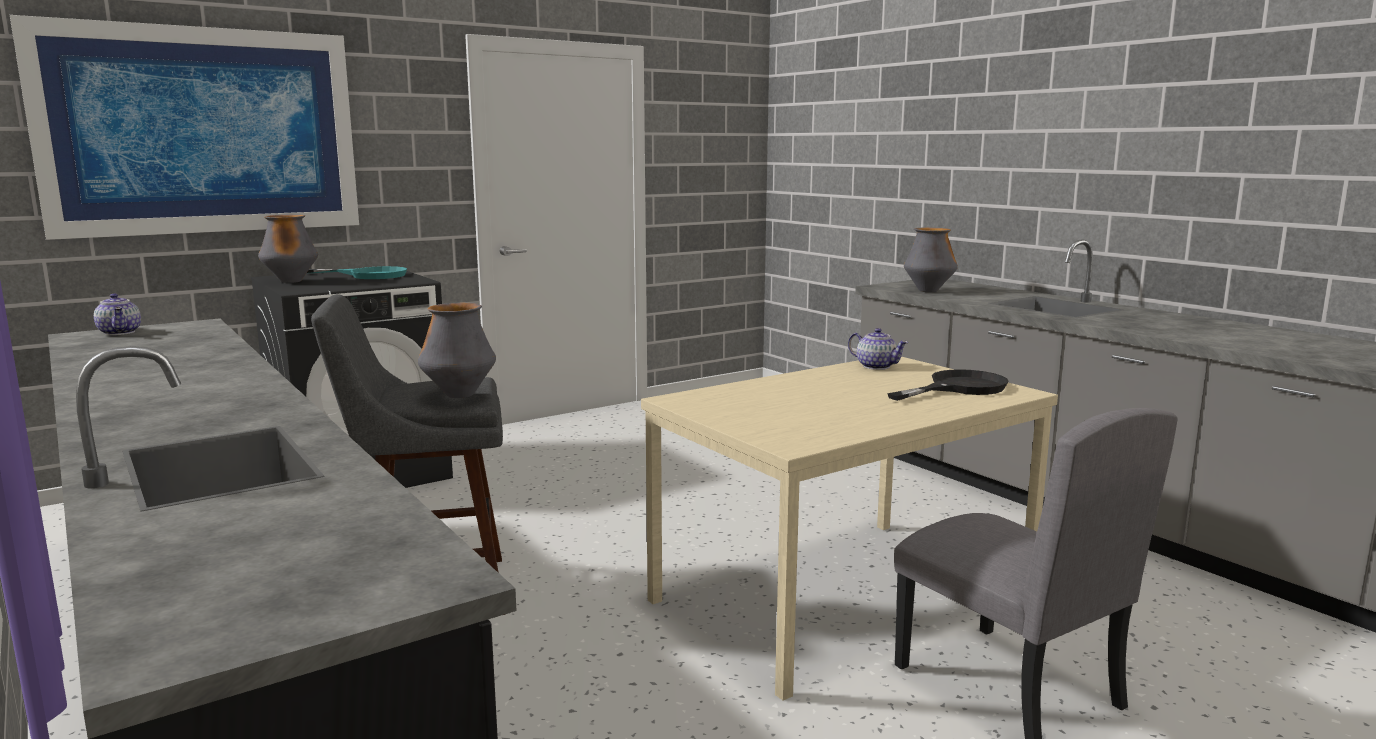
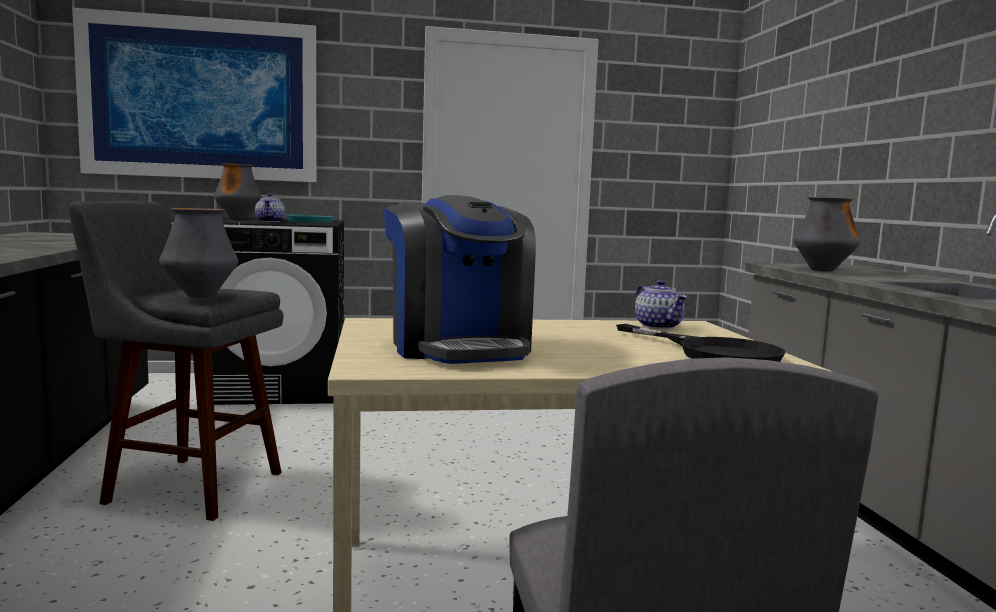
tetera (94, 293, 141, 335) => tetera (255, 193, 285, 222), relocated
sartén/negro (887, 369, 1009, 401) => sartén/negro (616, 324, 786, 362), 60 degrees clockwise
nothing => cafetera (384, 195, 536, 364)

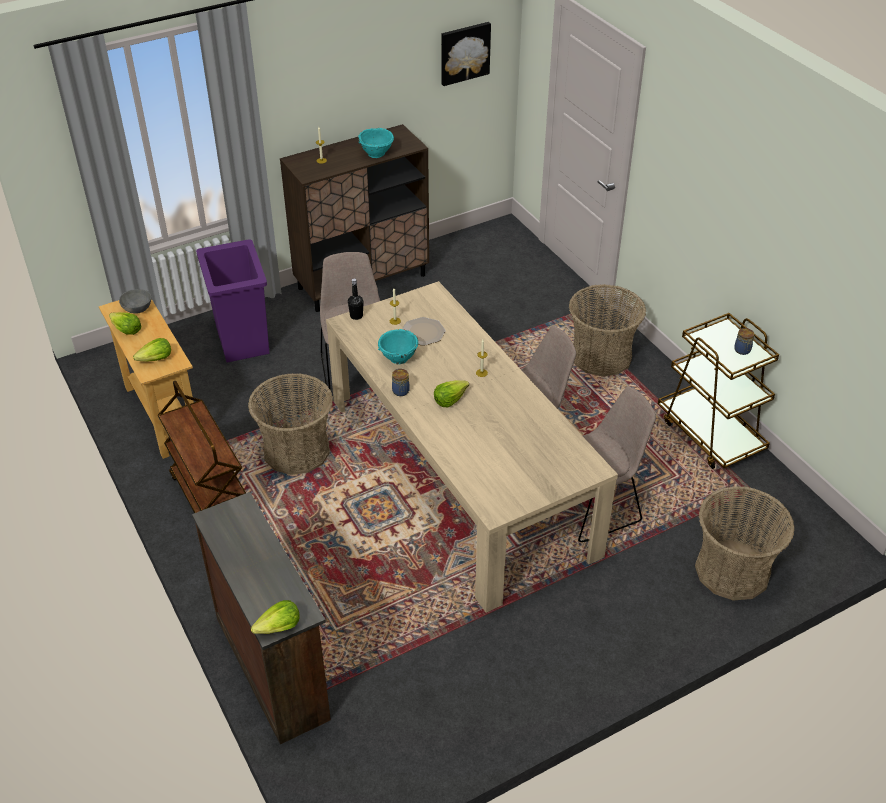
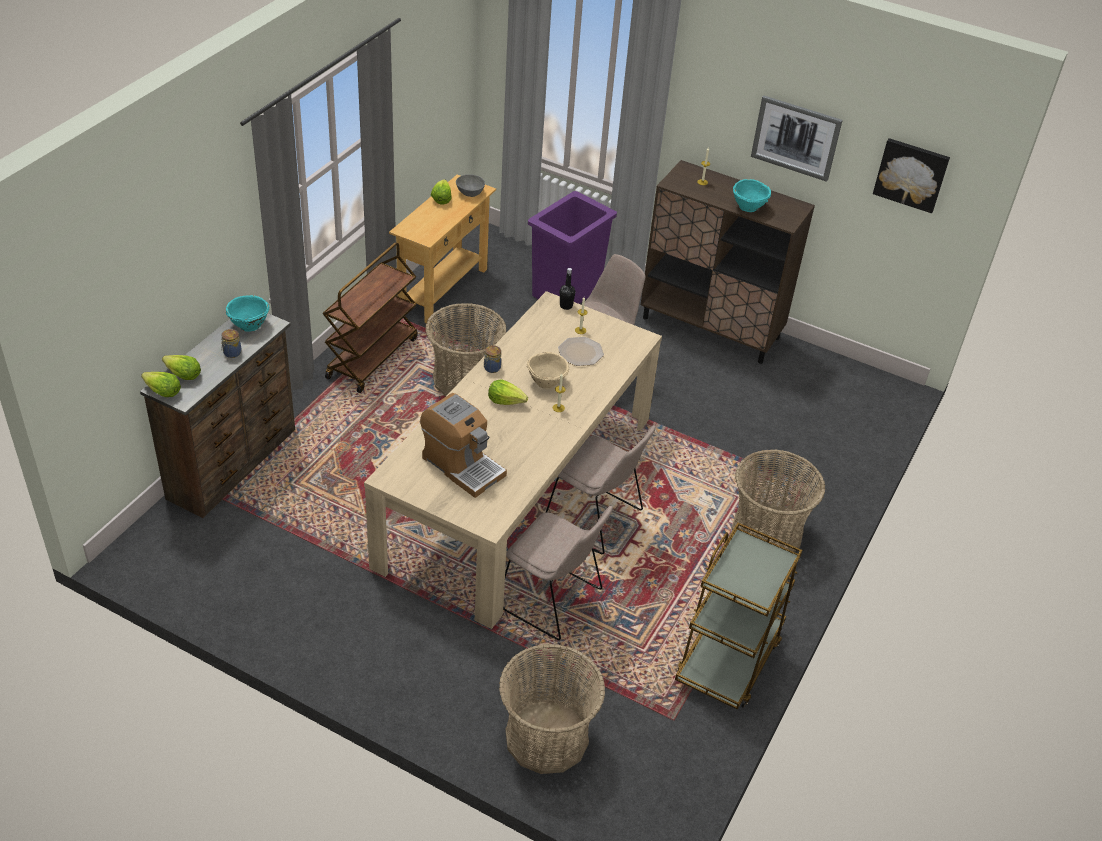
lechuga (133, 338, 171, 362) => lechuga (162, 355, 201, 380), relocated
cuenco/turquesa (378, 329, 419, 364) => cuenco/turquesa (226, 295, 269, 332), relocated
tarro (734, 328, 754, 355) => tarro (221, 329, 242, 358), relocated
nothing => cafetera (420, 393, 507, 498)
nothing => cuenco/beis (527, 352, 569, 389)
nothing => cuadro (751, 95, 843, 182)

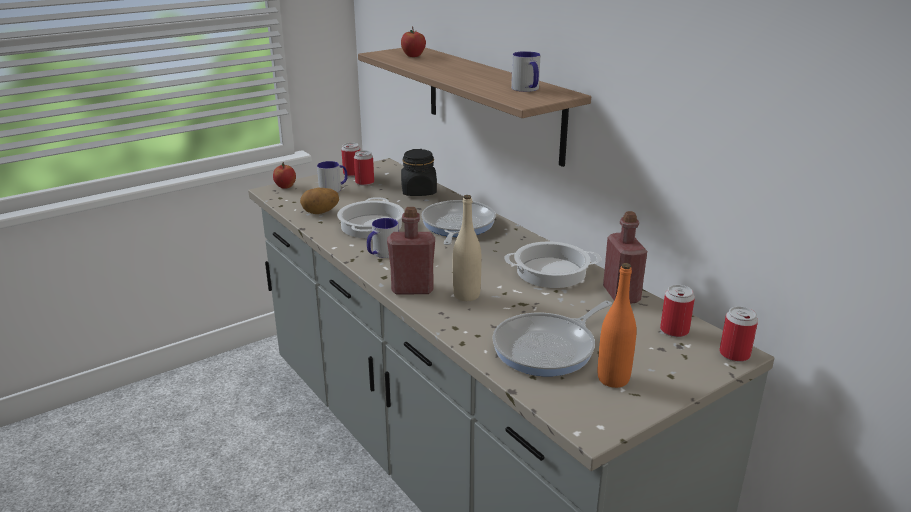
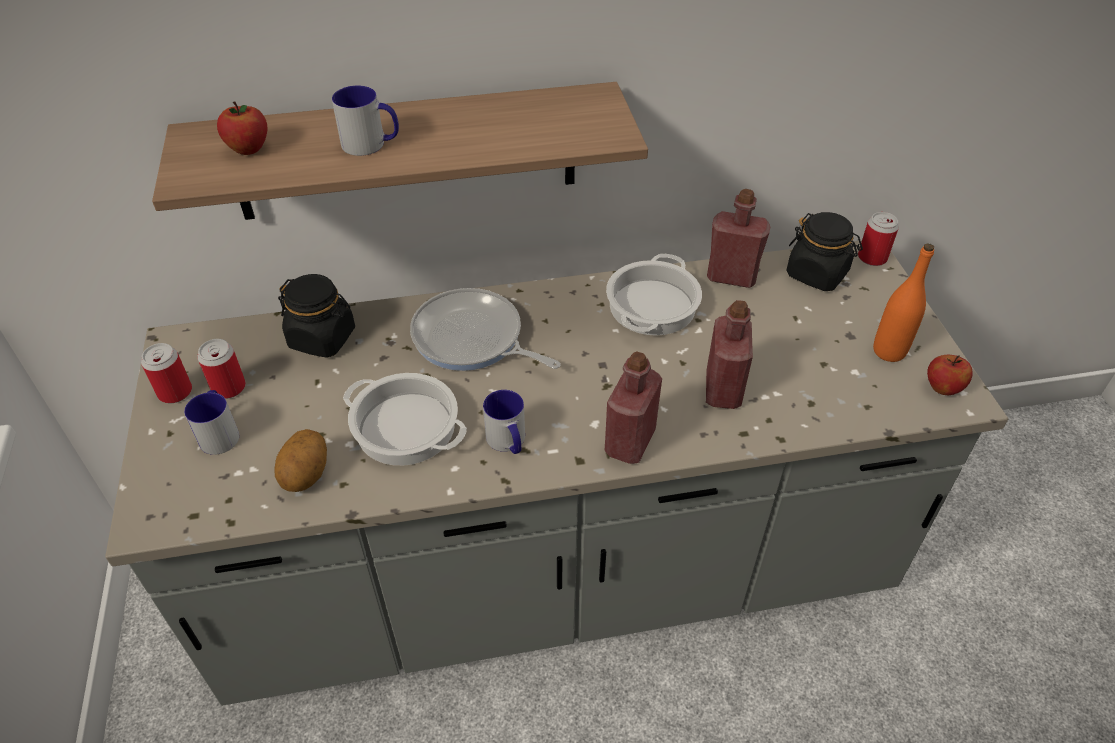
manzana (273, 162, 296, 189) => manzana (927, 355, 973, 395), relocated
botella/beis (453, 195, 482, 301) => nothing
sartén (492, 301, 612, 376) => nothing
taza grande (511, 51, 540, 92) => taza grande (332, 85, 399, 156), relocated
lata (660, 285, 695, 337) => tarro/negro (787, 212, 863, 291)
nothing => botella/rojo (706, 300, 753, 409)

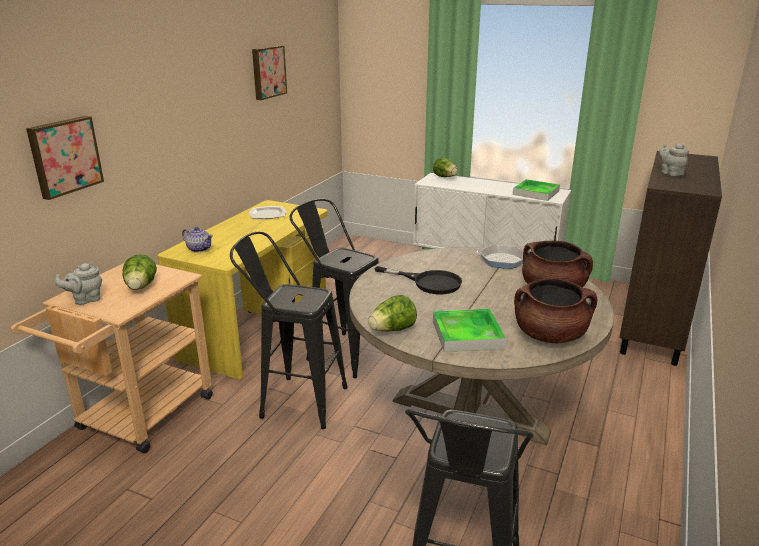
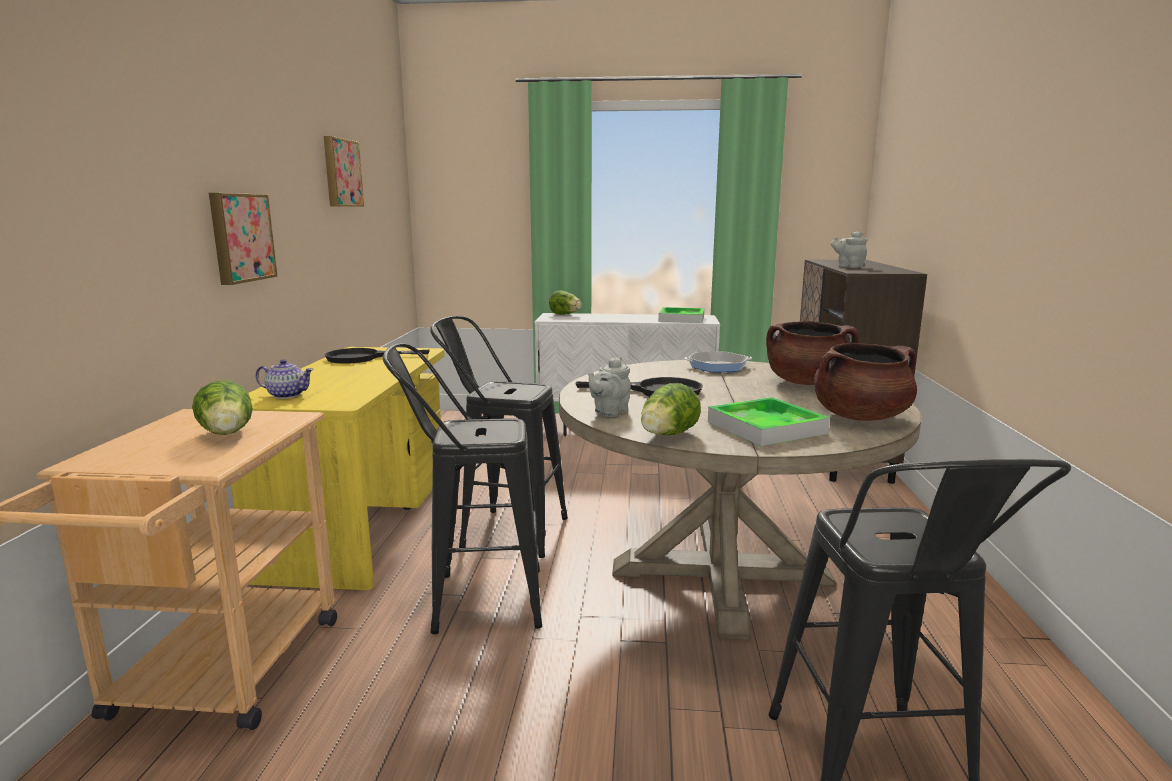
cuadro (26, 116, 104, 200) => cuadro (209, 193, 278, 285), relocated
tetera/gris (55, 263, 102, 305) => tetera/gris (588, 357, 631, 417), relocated
plato (249, 206, 286, 219) => sartén/negro (325, 348, 430, 364)

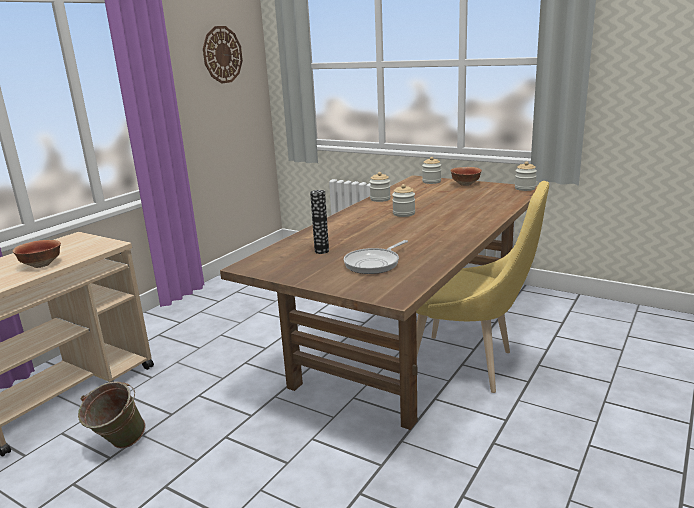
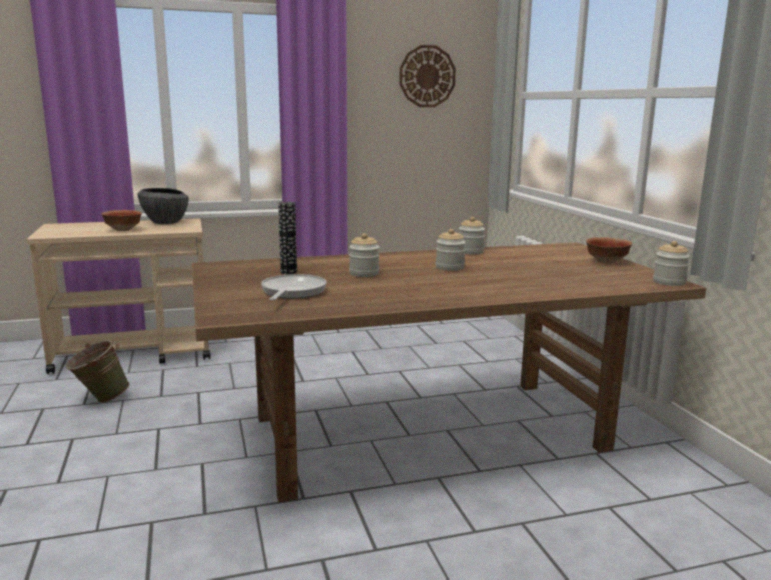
sartén (344, 240, 408, 274) => sartén (261, 274, 327, 300), 105 degrees clockwise
silla/amarillo (416, 181, 549, 393) => nothing
tarro (422, 157, 441, 184) => tarro (349, 233, 380, 277), relocated
nothing => cuenco (137, 188, 189, 224)

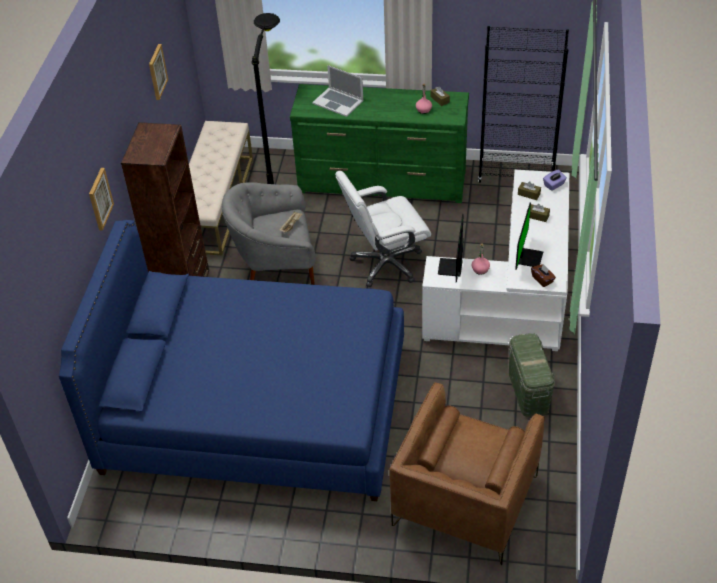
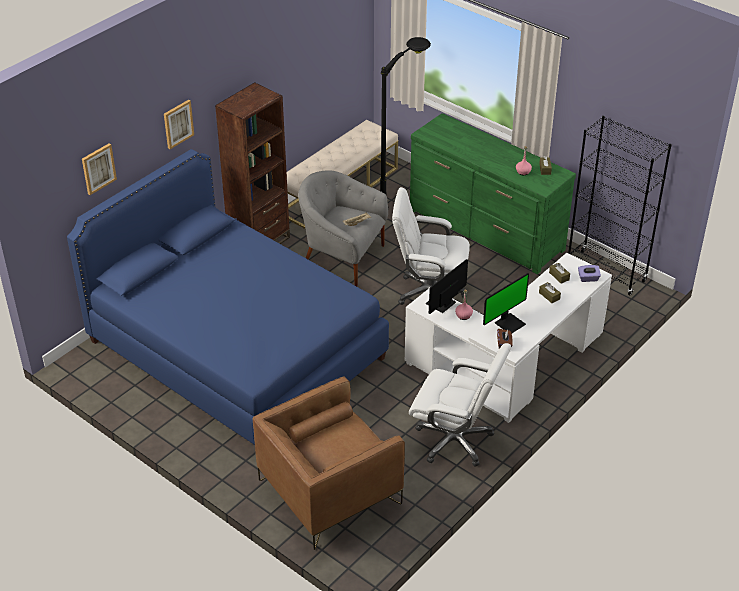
cuadro (149, 44, 168, 100) => cuadro (82, 143, 117, 195), relocated
portátil (312, 65, 363, 117) => nothing
caja de almacenaje/verde (509, 333, 555, 417) => silla de oficina/blanco (409, 343, 511, 466)

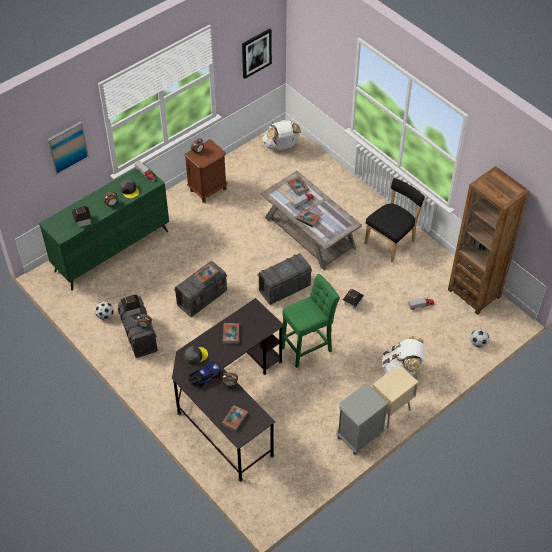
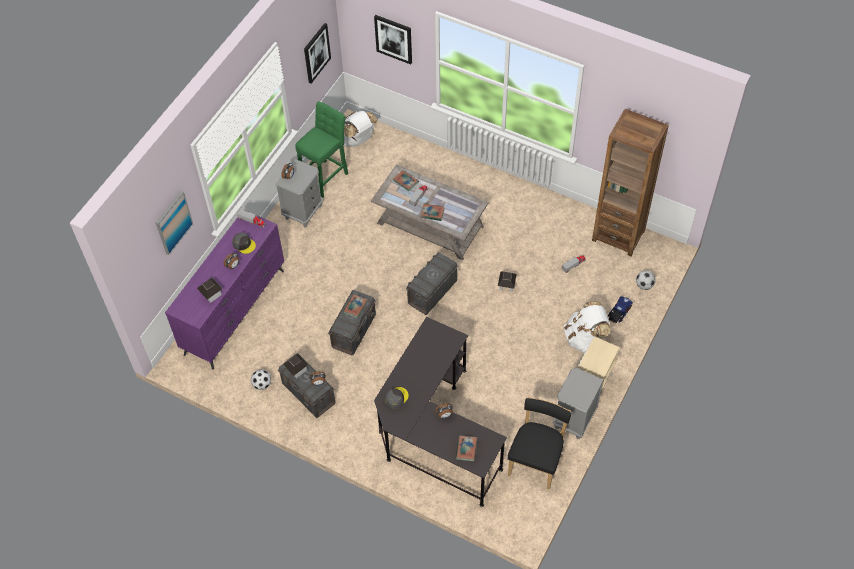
cómoda/verde (39, 163, 169, 291) => cómoda/morado (165, 210, 284, 370)
mesita de noche/marrón (184, 139, 227, 203) => mesita de noche/gris (276, 159, 323, 228)
camión de juguete (189, 361, 221, 387) => camión de juguete (608, 296, 633, 323), relocated
libro (223, 323, 240, 344) => nothing
taburete/verde (282, 274, 340, 368) => taburete/verde (295, 101, 348, 198), relocated
silla/negro (365, 178, 425, 262) => silla/negro (508, 397, 571, 490), relocated
nothing => cuadro (374, 15, 412, 64)

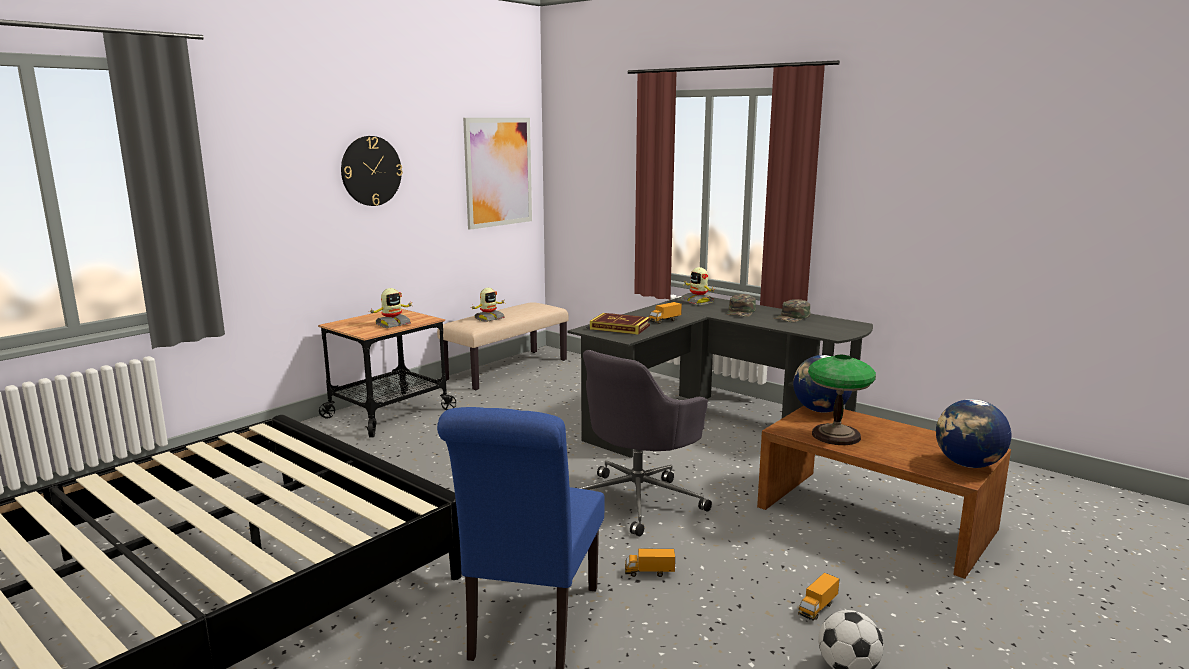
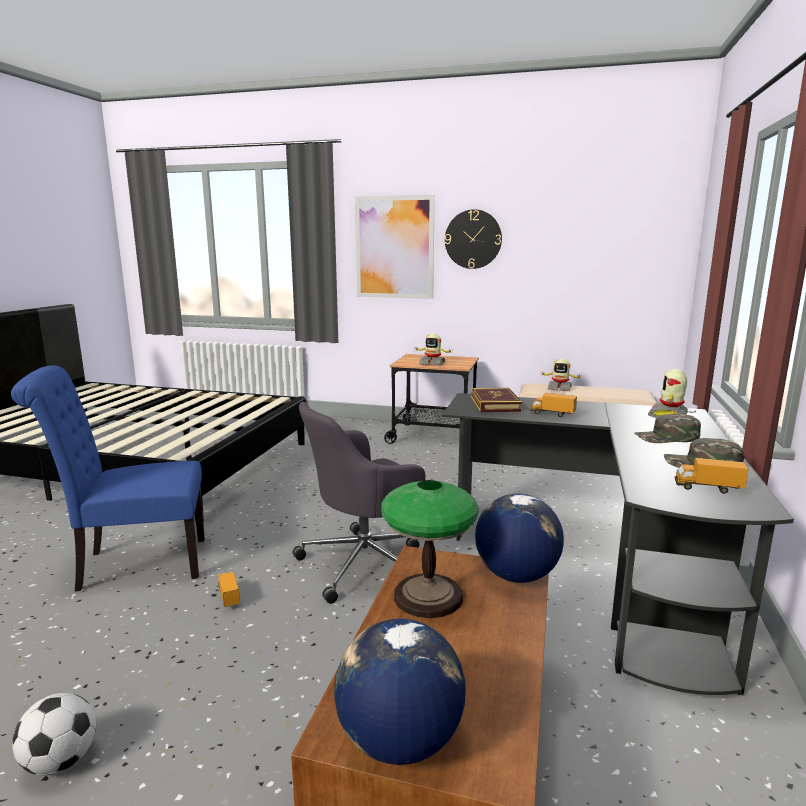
cuadro (463, 118, 532, 230) => cuadro (355, 195, 435, 299), relocated
silla de oficina/gris (579, 350, 712, 536) => silla de oficina/gris (293, 402, 425, 604), 45 degrees counterclockwise
camión de juguete (798, 573, 839, 621) => camión de juguete (675, 458, 749, 494), relocated

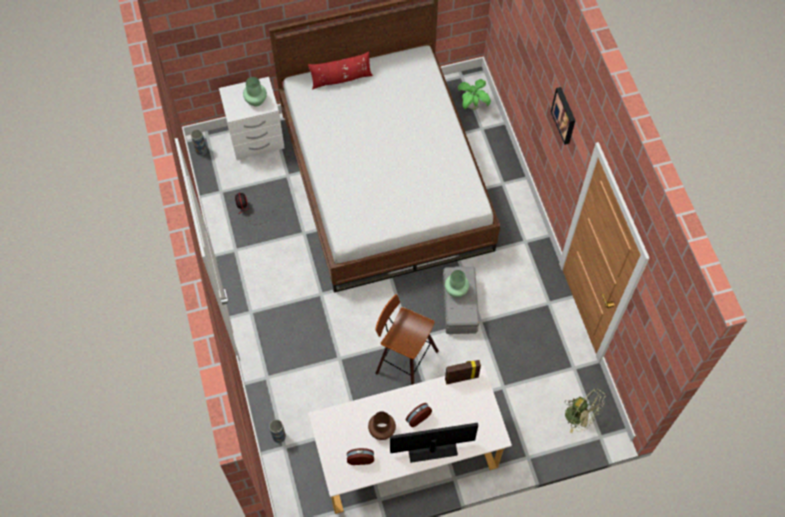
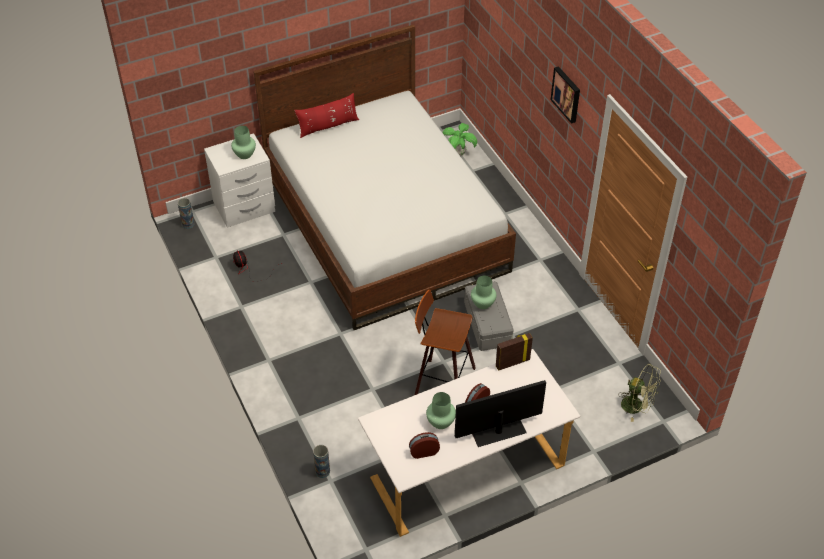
florero/marrón (368, 411, 396, 440) => florero/verde (426, 392, 456, 429)

